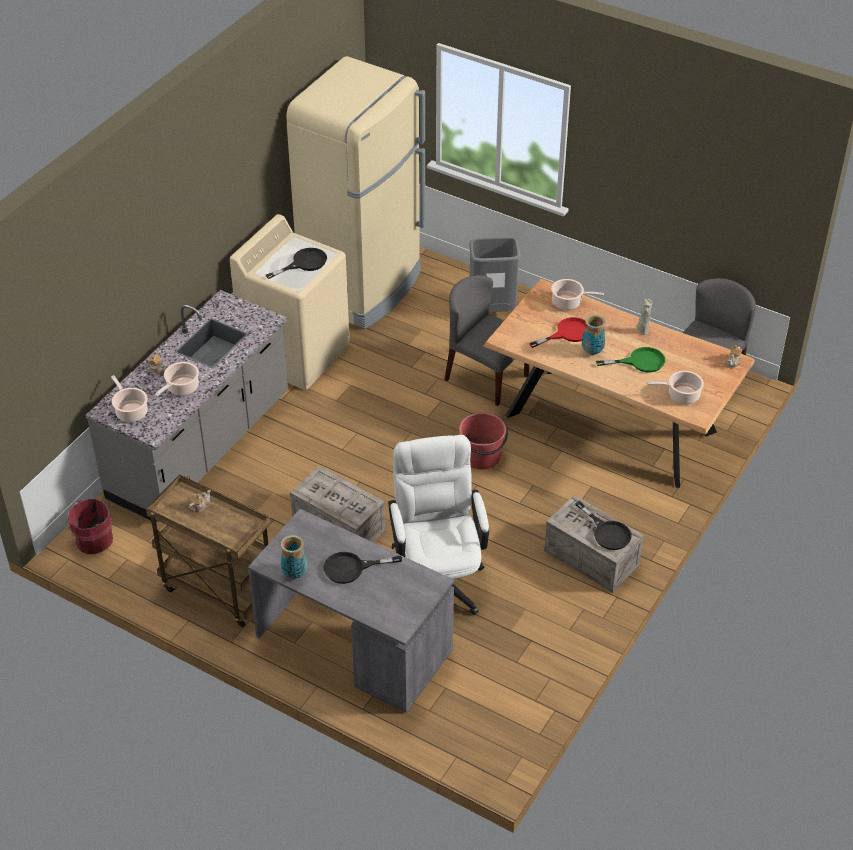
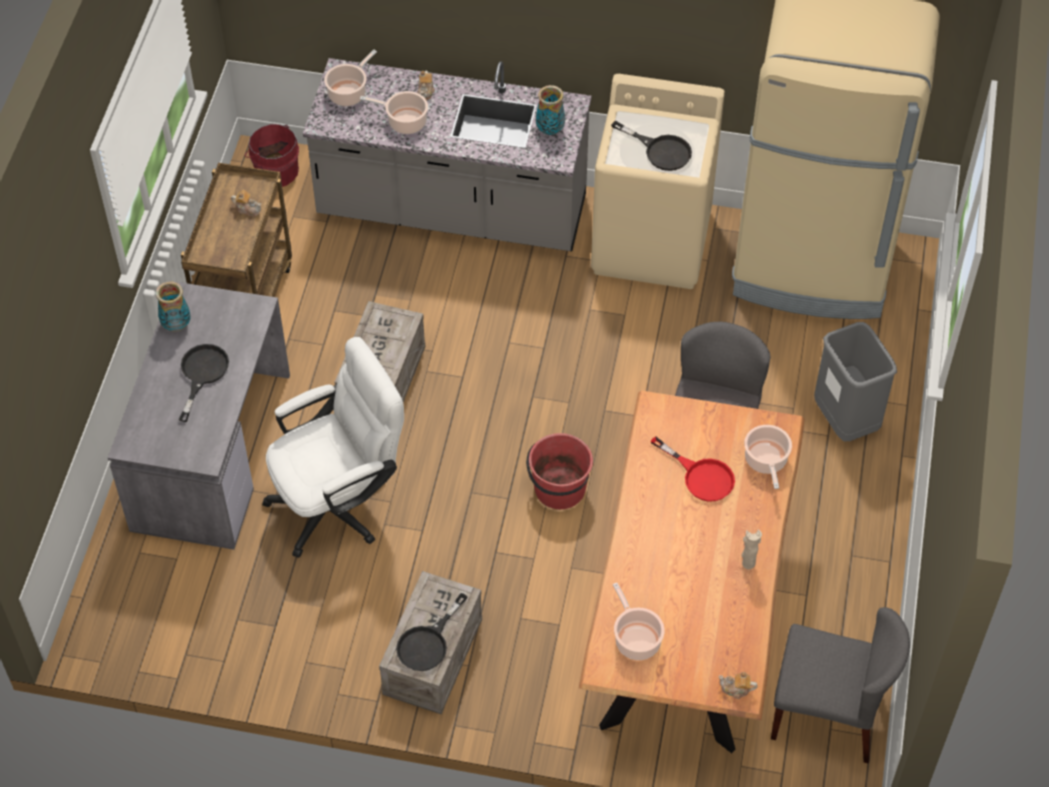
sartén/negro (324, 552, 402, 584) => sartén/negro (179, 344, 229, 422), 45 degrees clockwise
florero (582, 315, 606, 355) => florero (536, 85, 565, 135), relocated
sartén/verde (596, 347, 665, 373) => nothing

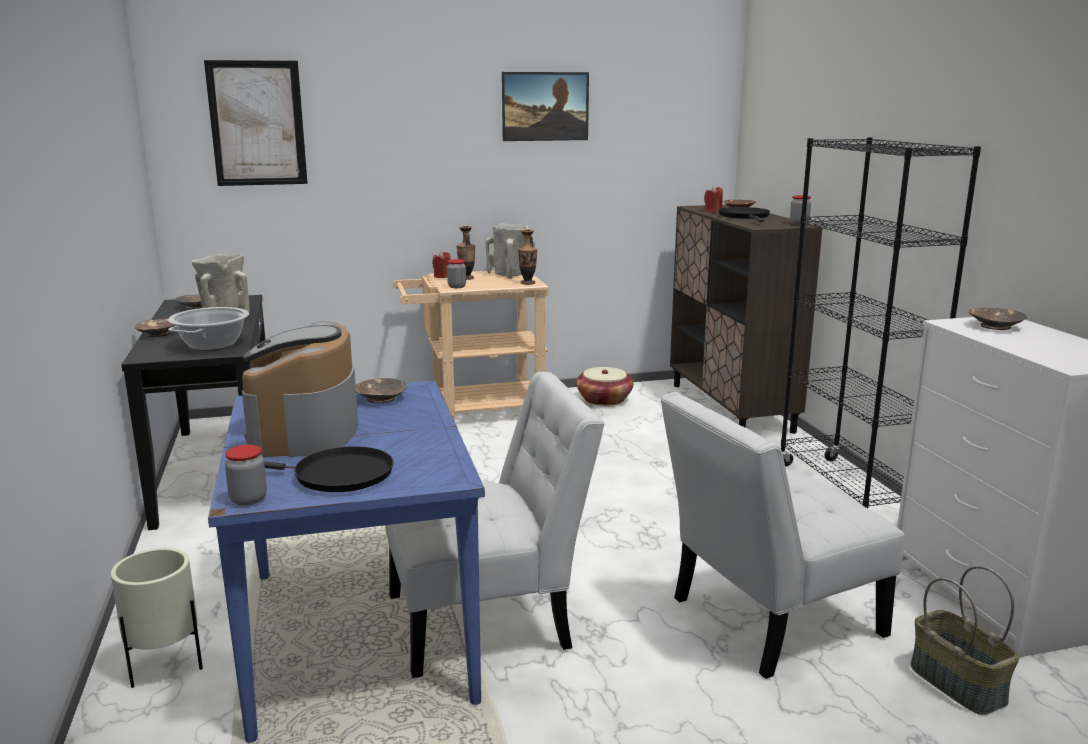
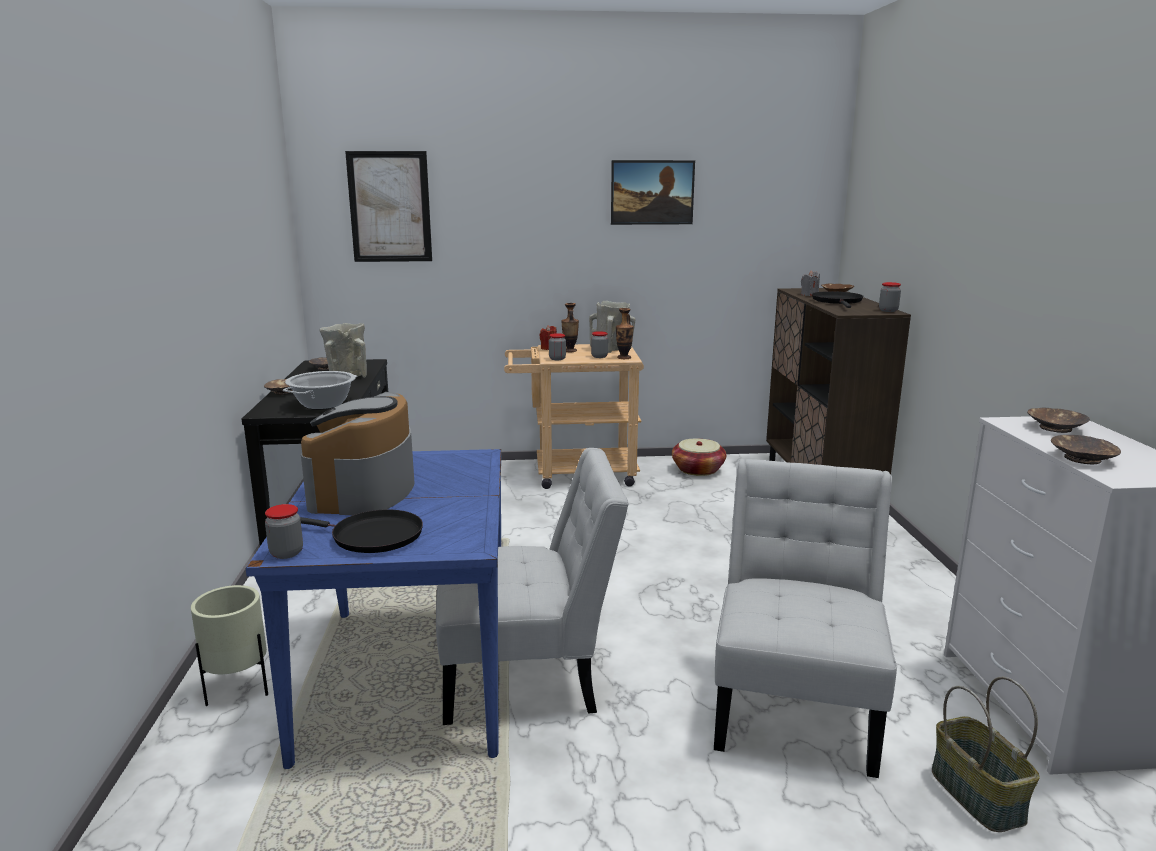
cuenco/marrón (356, 378, 407, 403) => cuenco/marrón (1051, 435, 1121, 464), relocated
silla/blanco (660, 392, 904, 679) => silla/blanco (714, 459, 897, 778), 120 degrees clockwise
vela/rojo (704, 186, 723, 212) => vela/gris (801, 270, 820, 296)
estantería/negro (781, 137, 981, 508) => nothing
nothing => tarro (591, 331, 608, 358)

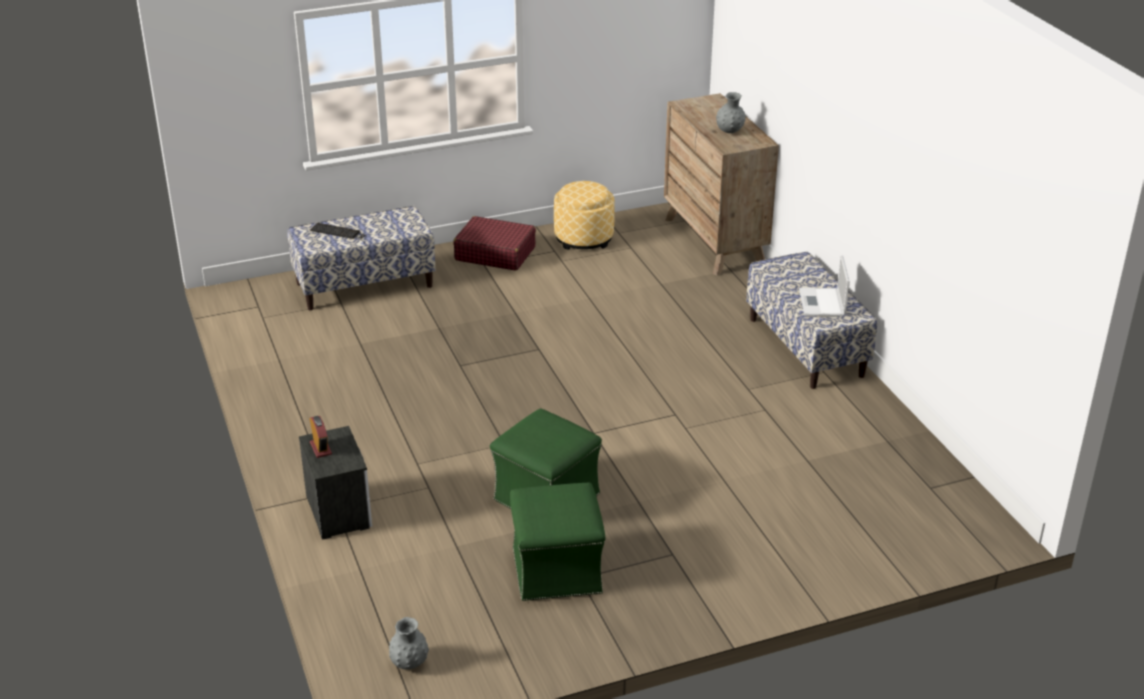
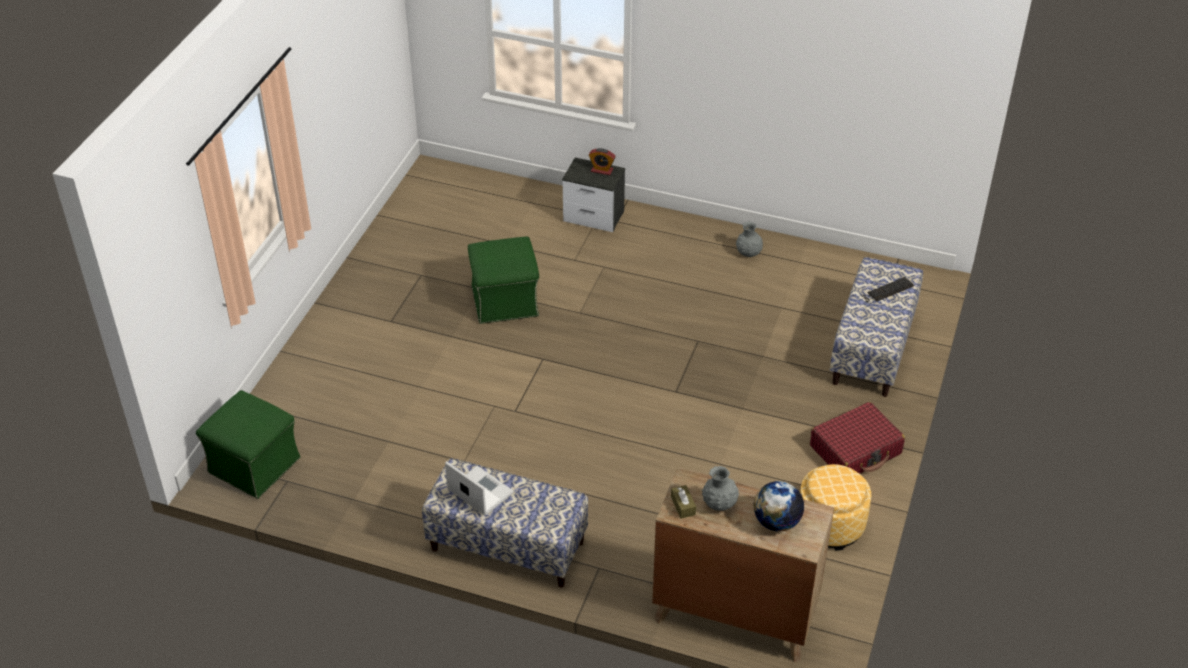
florero/gris (389, 617, 429, 670) => florero/gris (736, 222, 763, 257), relocated
puf/verde (510, 482, 605, 601) => puf/verde (196, 390, 300, 499), relocated
nothing => caja de pañuelos/marrón (671, 485, 696, 519)
nothing => globo terráqueo (754, 481, 804, 531)

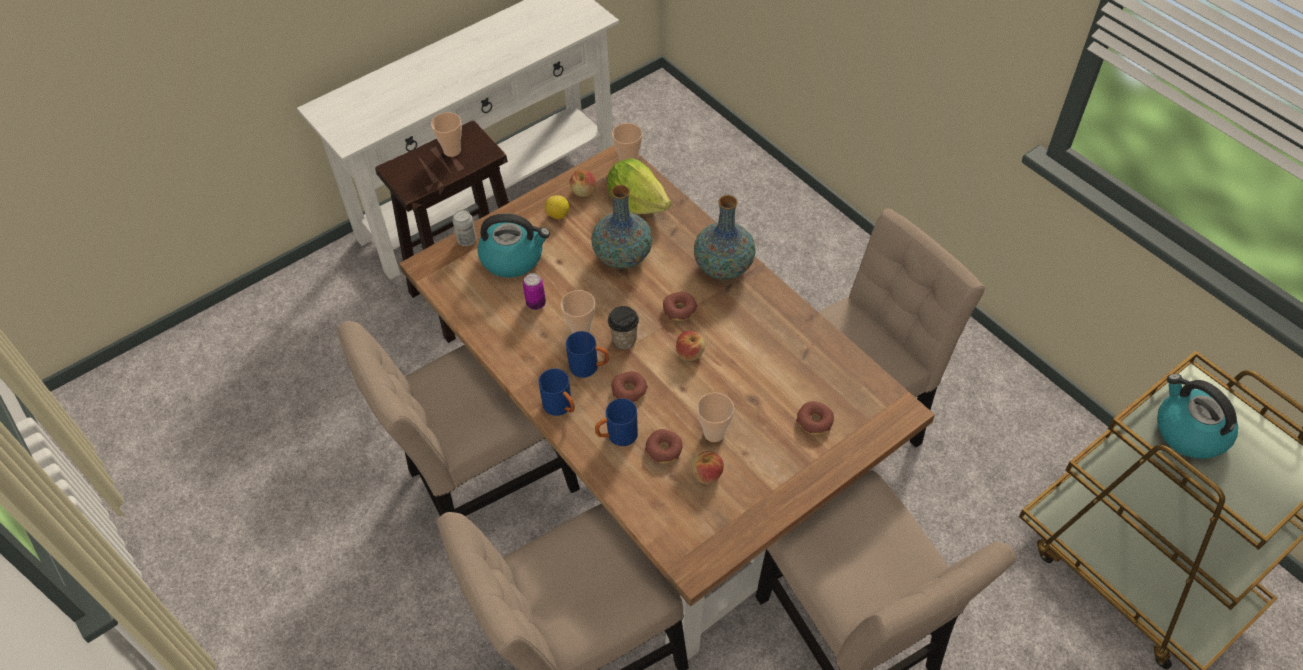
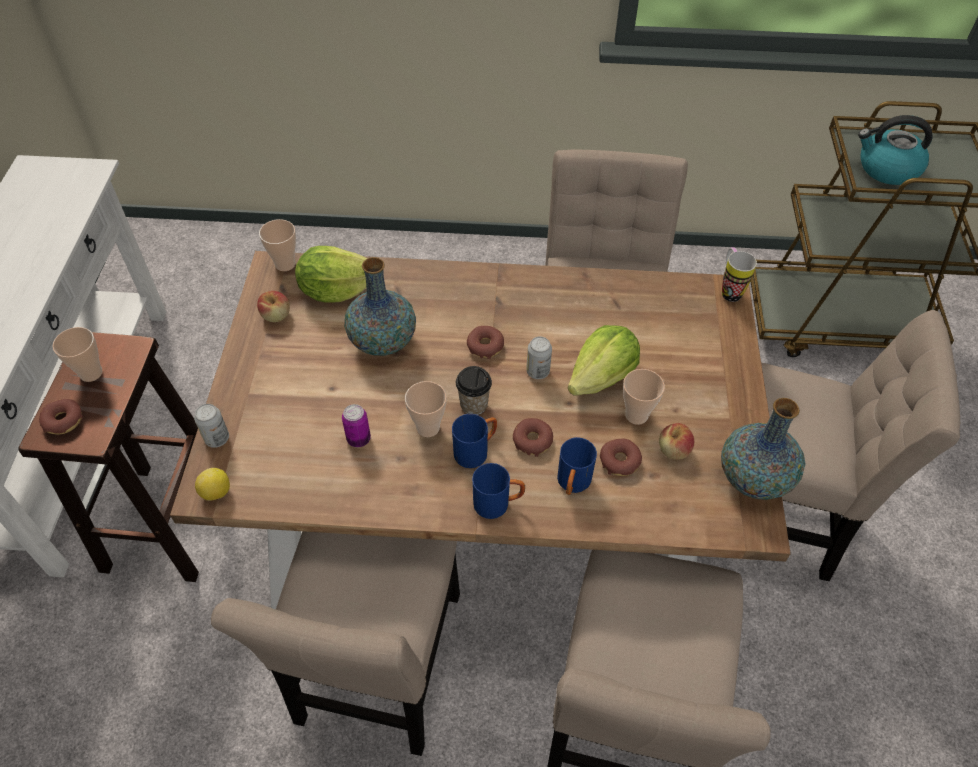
hervidor (478, 214, 550, 278) => nothing
limón (545, 195, 569, 219) => limón (195, 468, 230, 501), relocated
manzana (676, 331, 705, 361) => lata (526, 336, 552, 379)
florero (694, 195, 756, 279) => florero (721, 398, 806, 500), relocated
rosquilla (796, 401, 834, 435) => rosquilla (39, 399, 83, 435), relocated
nothing => lechuga (568, 325, 640, 396)
nothing => taza grande (722, 247, 757, 302)

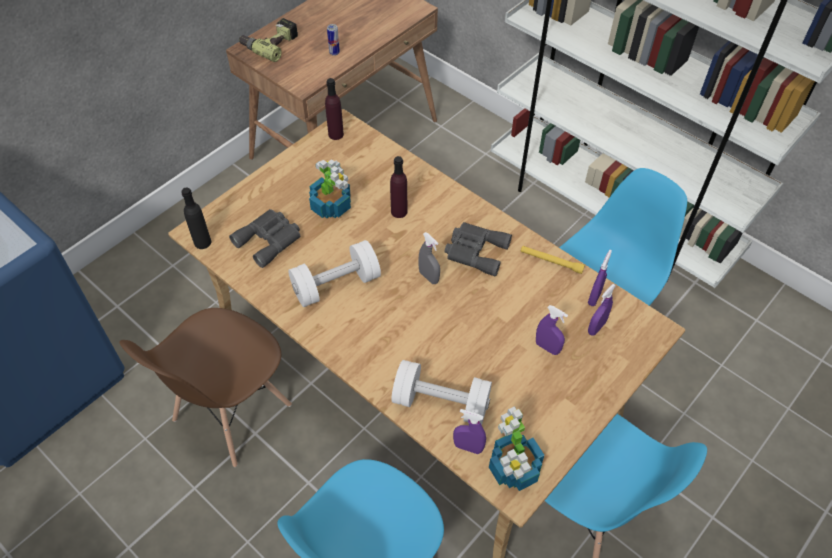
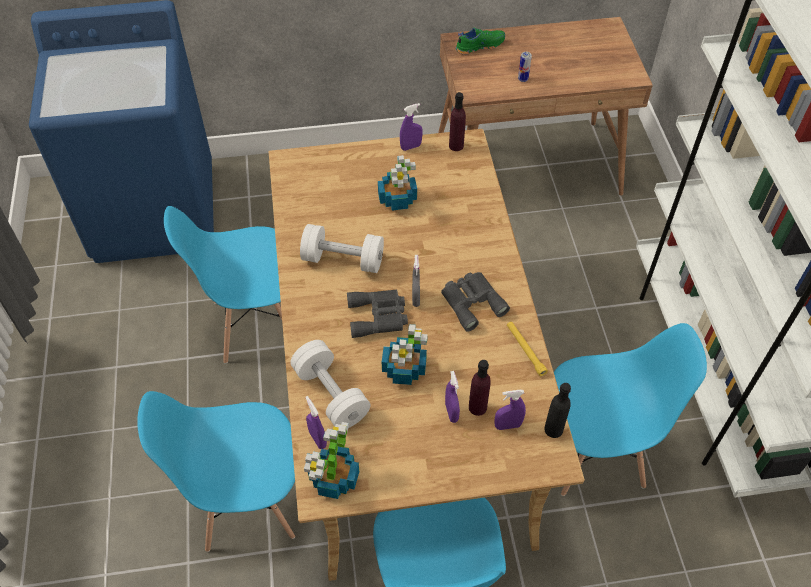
silla/marrón (120, 308, 292, 467) => silla/azul (164, 206, 282, 364)
botella/negro (181, 187, 211, 249) => botella/negro (544, 383, 571, 438), relocated
prismáticos/gris (229, 209, 301, 268) => prismáticos/gris (347, 289, 408, 338), relocated
taladro (239, 18, 298, 62) => zapato/verde (456, 28, 505, 55)
botella/morado (390, 156, 408, 218) => botella/morado (469, 360, 491, 416), relocated
pulverizador/morado (588, 250, 612, 306) => pulverizador/morado (400, 103, 423, 151), relocated
nothing => planta en maceta (382, 324, 428, 385)

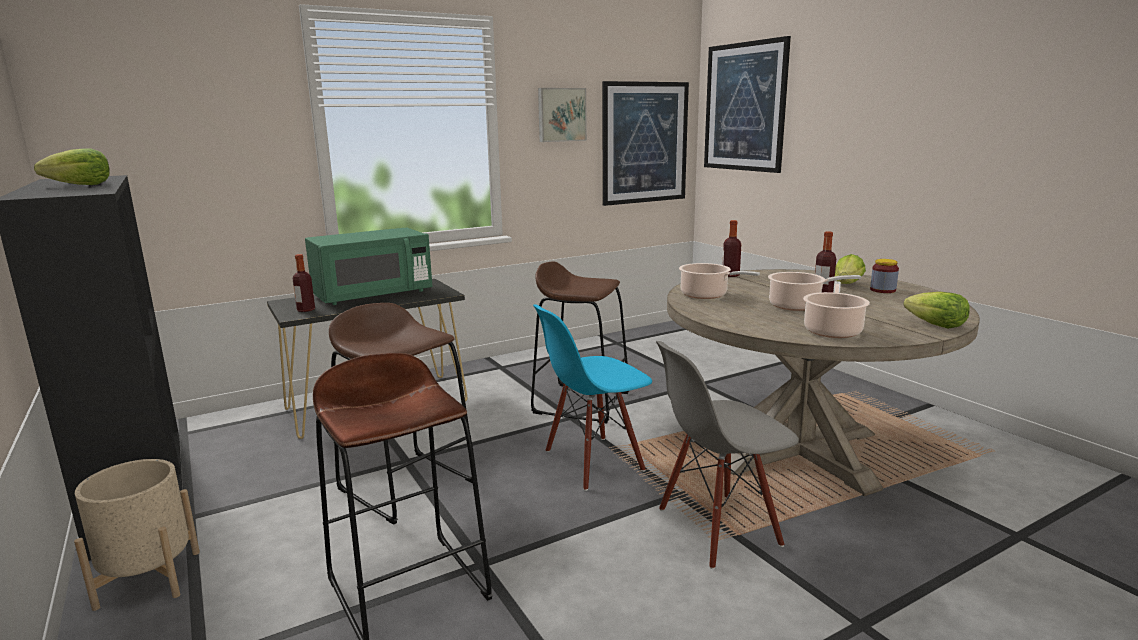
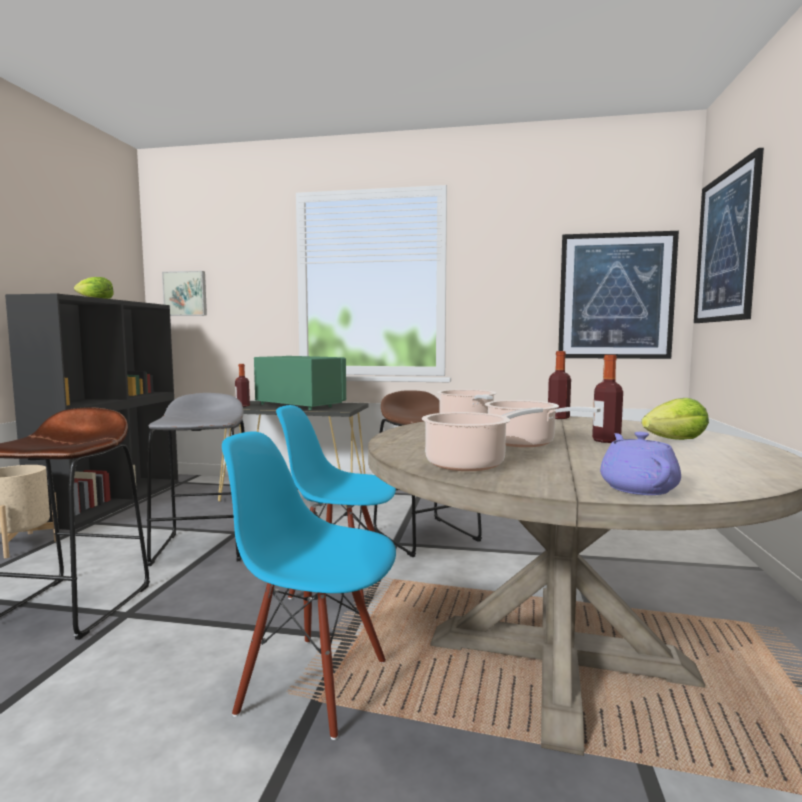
microondas/verde (305, 228, 433, 305) => microondas/verde (254, 356, 346, 410), 150 degrees counterclockwise
taburete/marrón (329, 303, 473, 525) => taburete/gris (147, 393, 245, 566)
cuadro (538, 88, 587, 142) => cuadro (162, 271, 207, 316), relocated
silla/gris (656, 341, 799, 569) => silla/azul (222, 431, 396, 740)
tarro (870, 259, 899, 293) => nothing
lechuga (904, 292, 970, 329) => tetera/morado (600, 432, 681, 495)

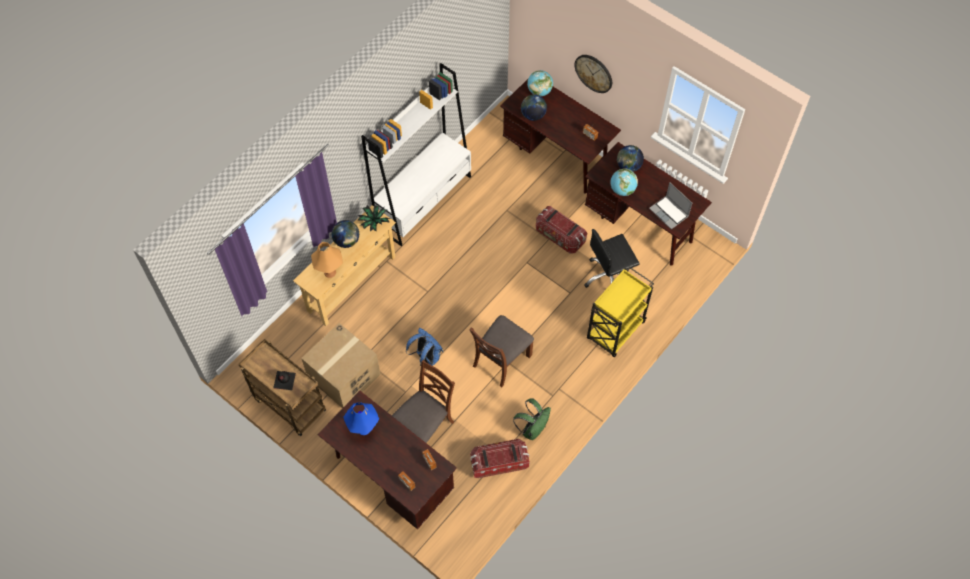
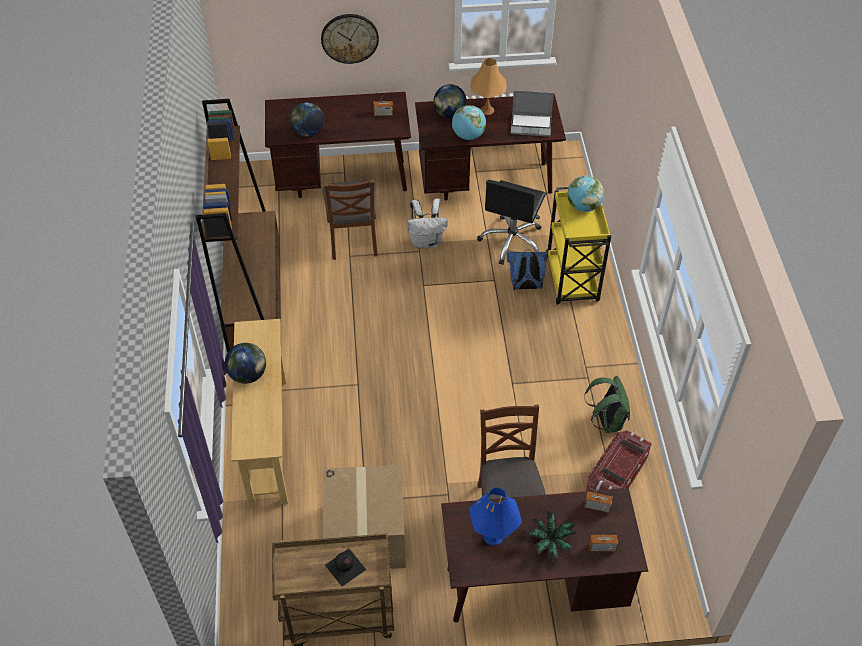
lámpara de mesa/naranja (311, 242, 343, 278) => lámpara de mesa/naranja (471, 58, 506, 115), relocated
planta en maceta (358, 205, 390, 231) => planta en maceta (527, 511, 576, 560), relocated
estantería/blanco (361, 63, 471, 246) => estantería/marrón (196, 99, 280, 353)
mochila/azul (406, 328, 443, 366) => mochila/azul (507, 249, 548, 290), relocated
silla/marrón (469, 315, 534, 387) => silla/marrón (323, 179, 378, 260), relocated
globo terráqueo (527, 70, 553, 96) => globo terráqueo (567, 175, 604, 212), relocated
caja de almacenaje (536, 206, 587, 254) => mochila/blanco (408, 198, 448, 248)

